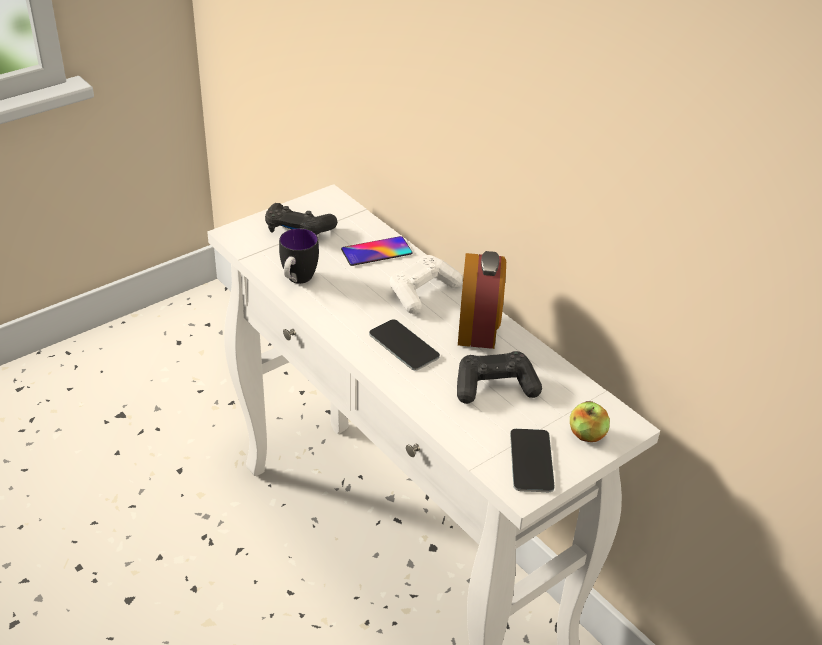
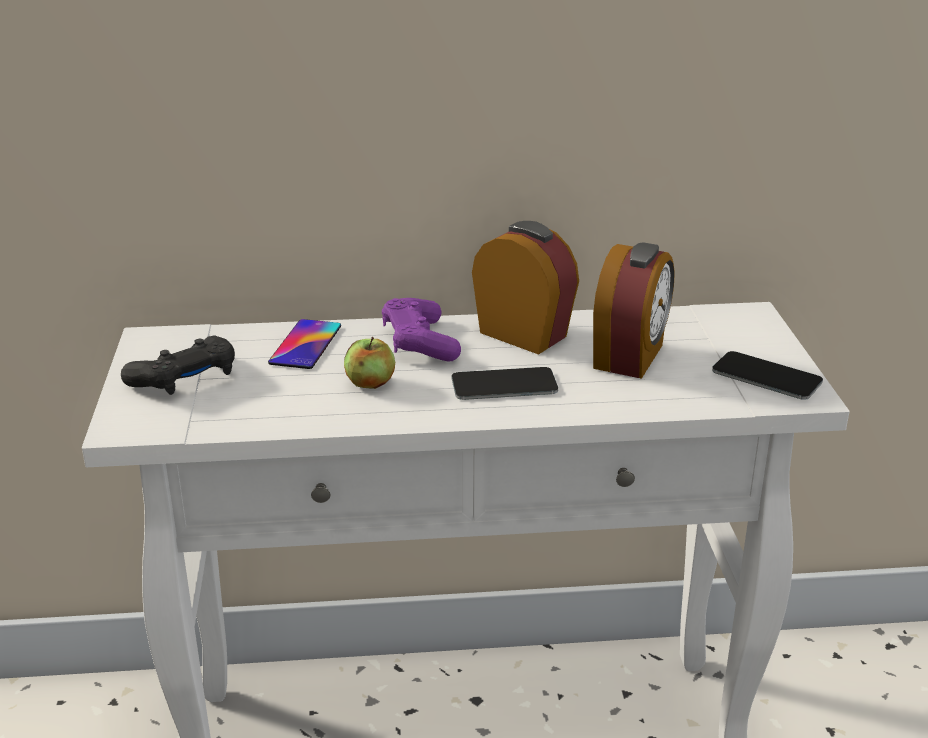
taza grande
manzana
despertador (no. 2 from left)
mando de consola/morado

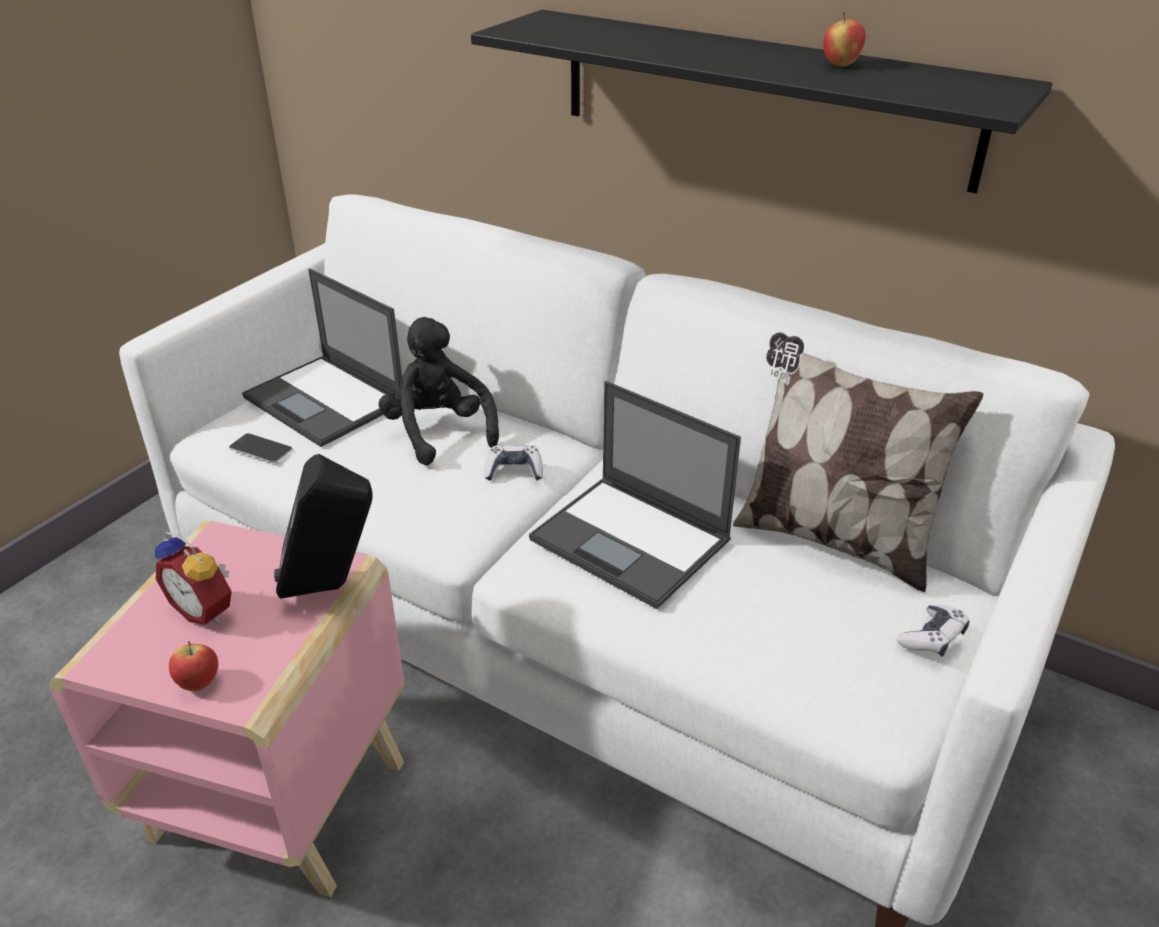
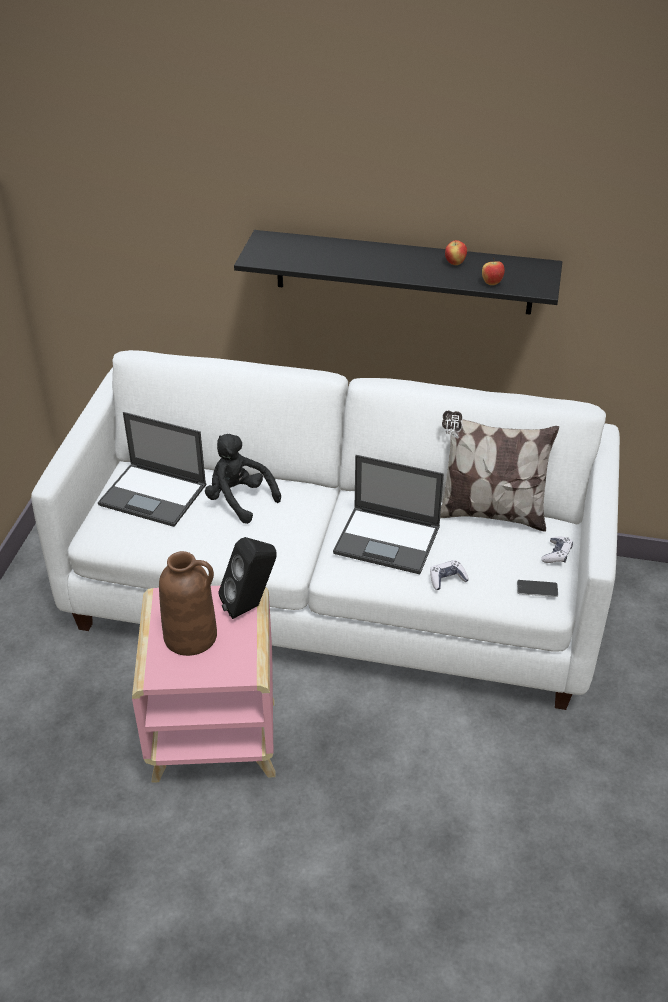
manzana (no. 2 from left)
móvil
mando de consola (no. 1 from left)
florero/marrón

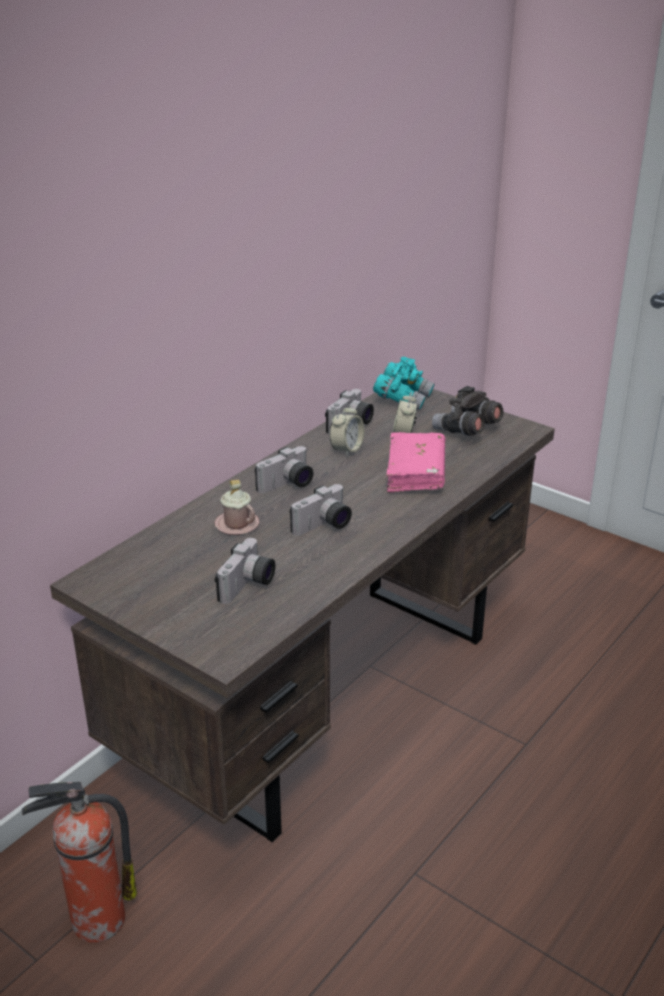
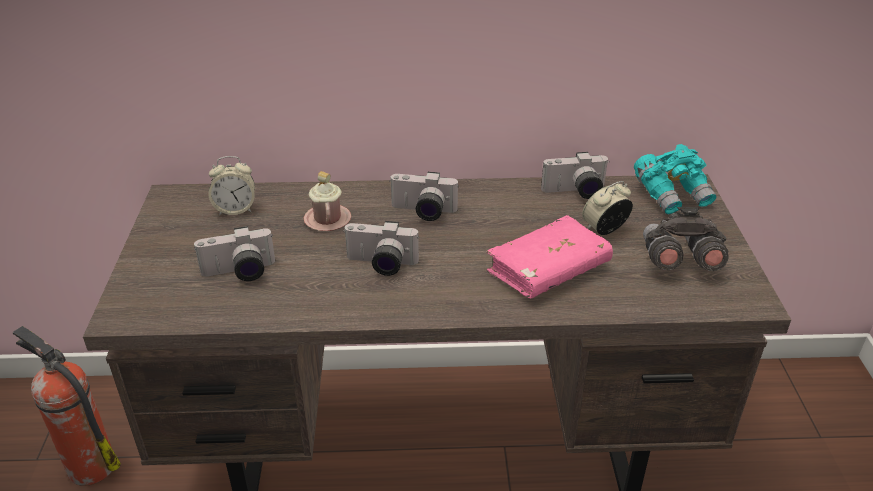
despertador (no. 1 from left)

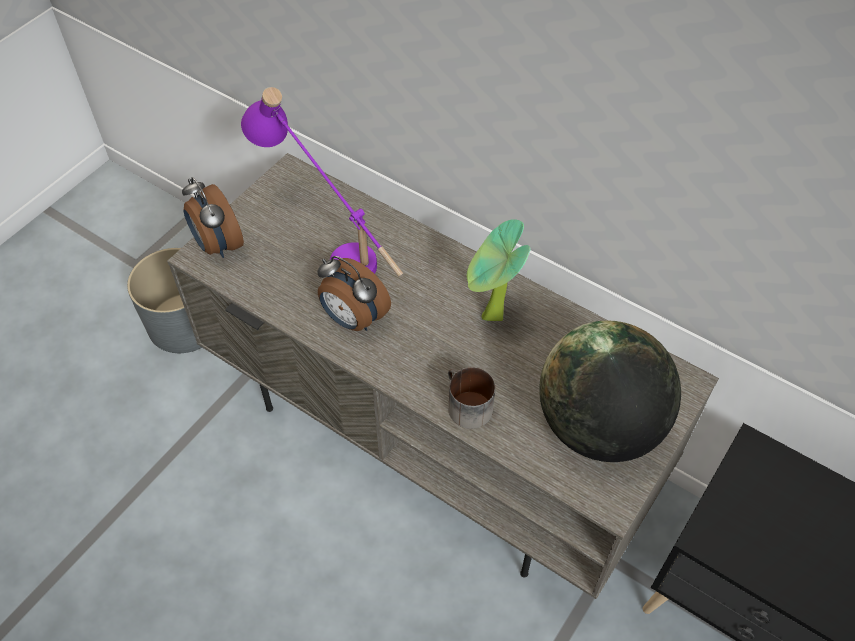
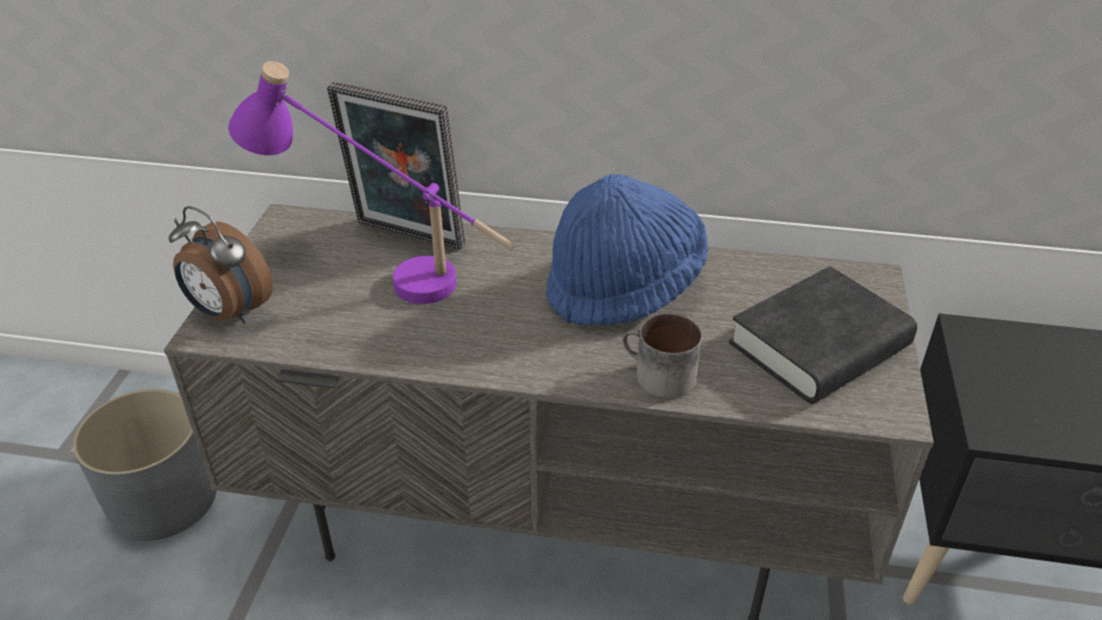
despertador (no. 2 from left in the first image)
portarretratos
sombrero/azul
libro/negro

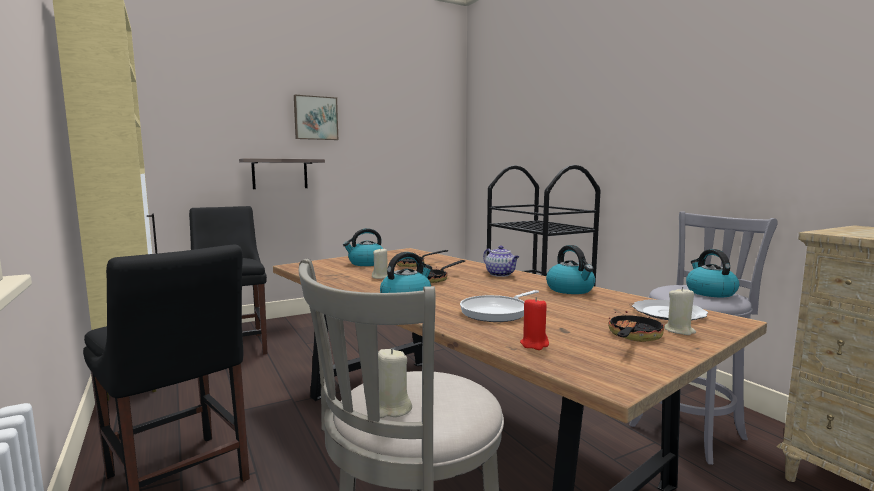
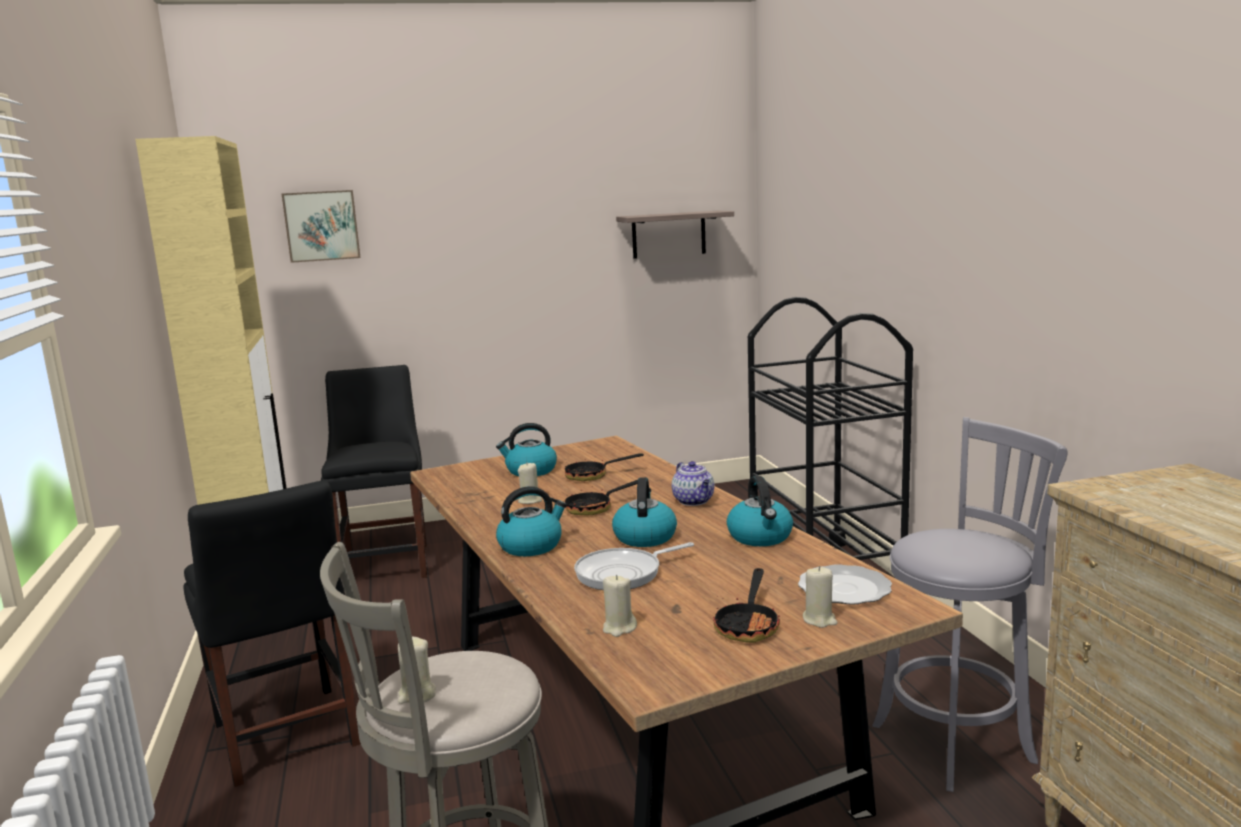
estante
cuadro
hervidor (no. 3 from left)
vela/beis (no. 3 from left)
sartén (no. 4 from left)

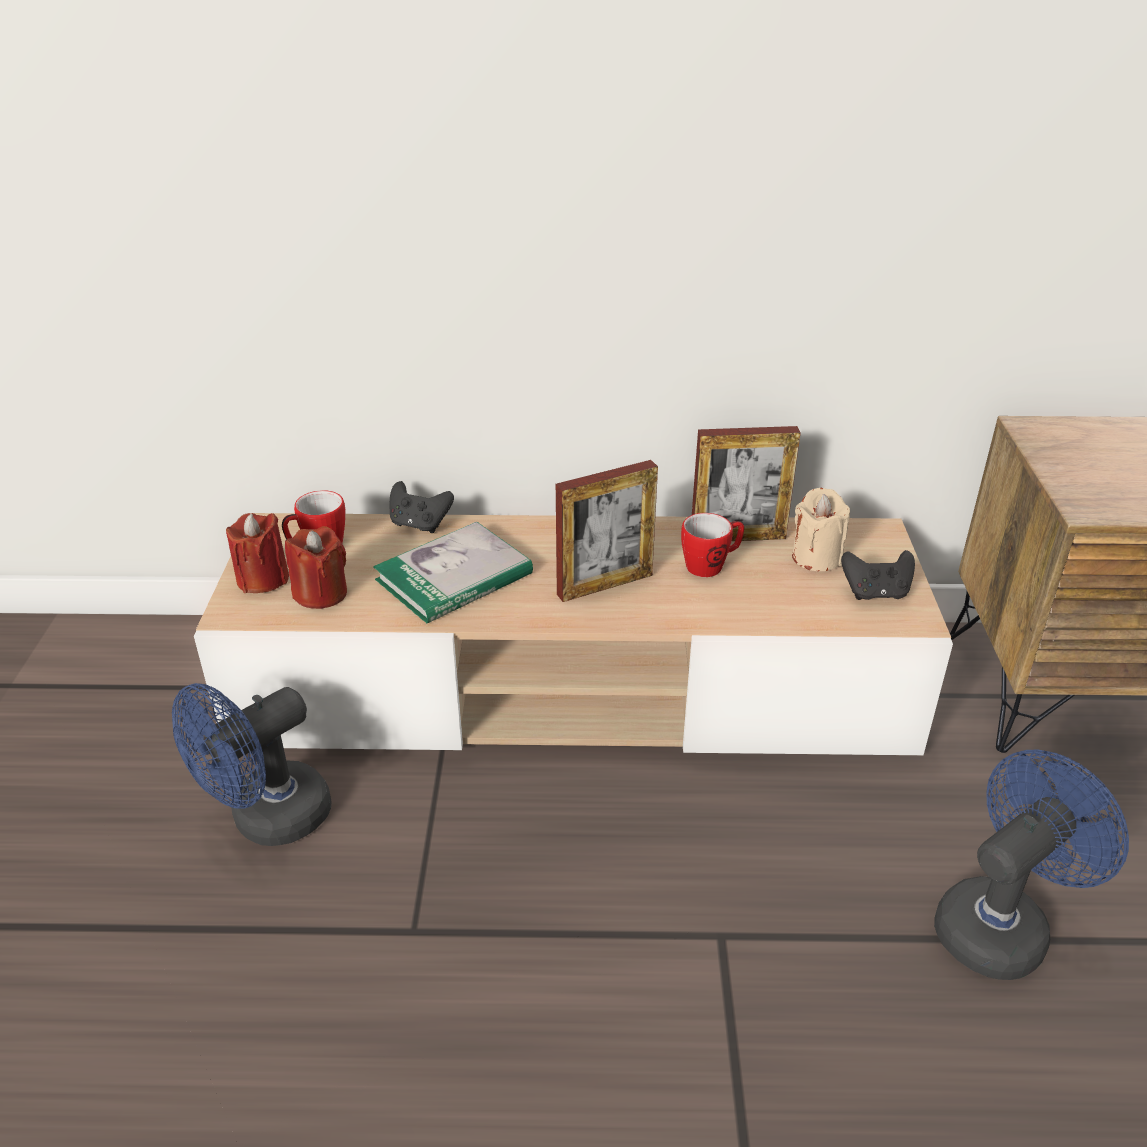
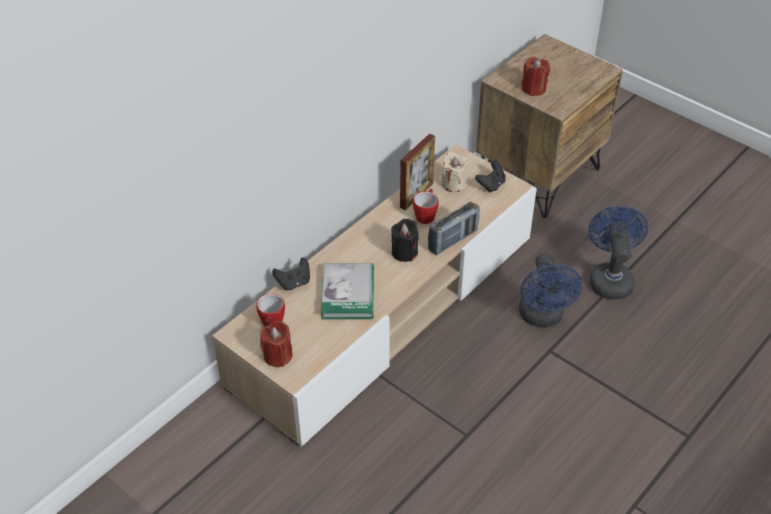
radio
ventilador/azul (no. 1 from left)
vela/rojo (no. 2 from left)
vela/negro

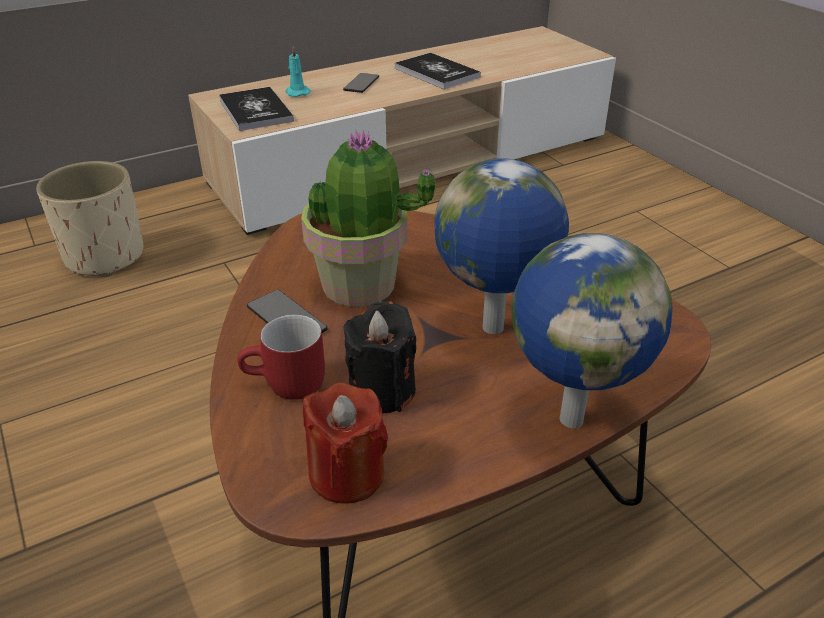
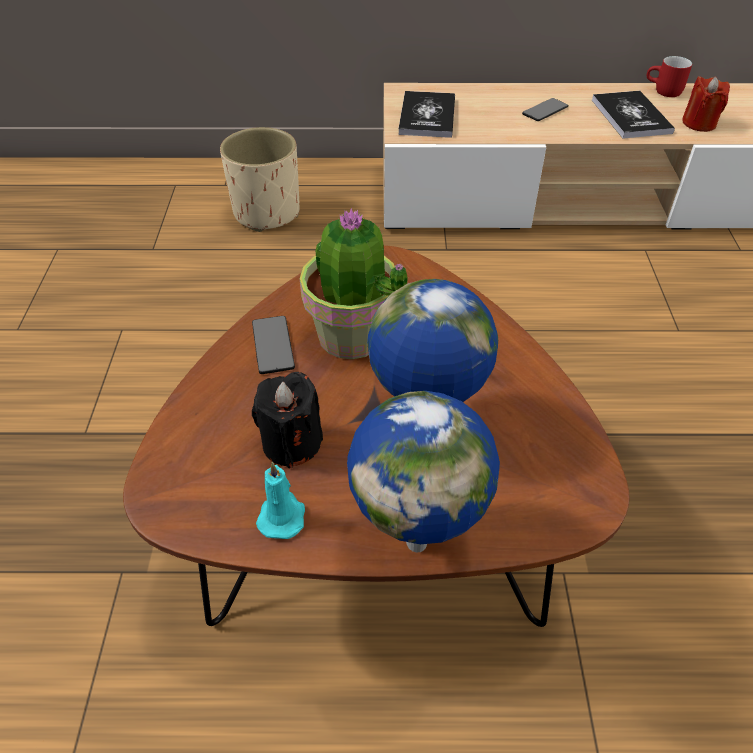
taza grande/rojo
vela/turquesa
vela/rojo

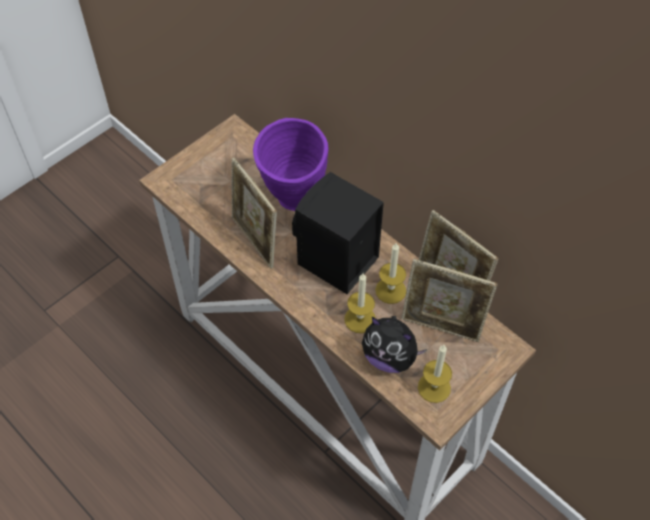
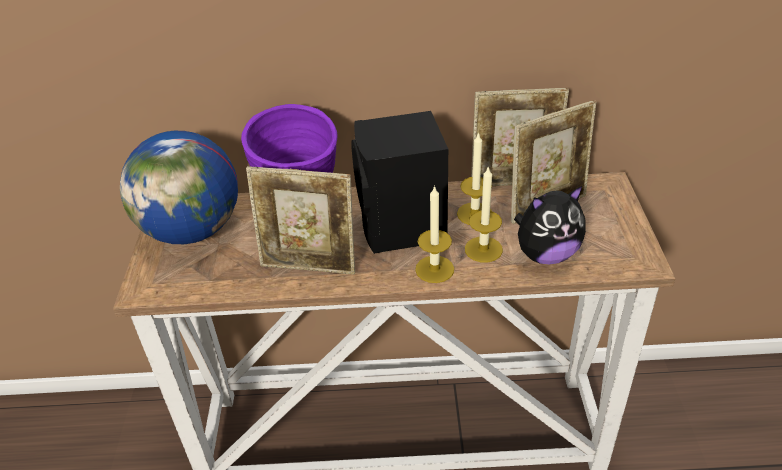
globo terráqueo
vela (no. 1 from left)

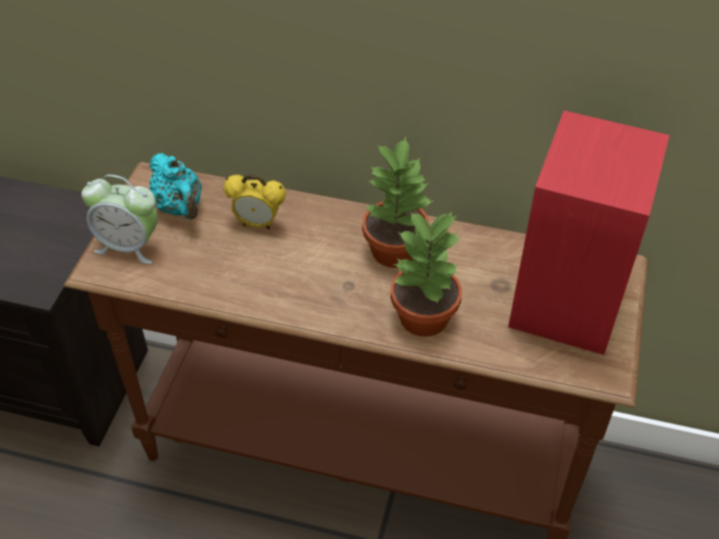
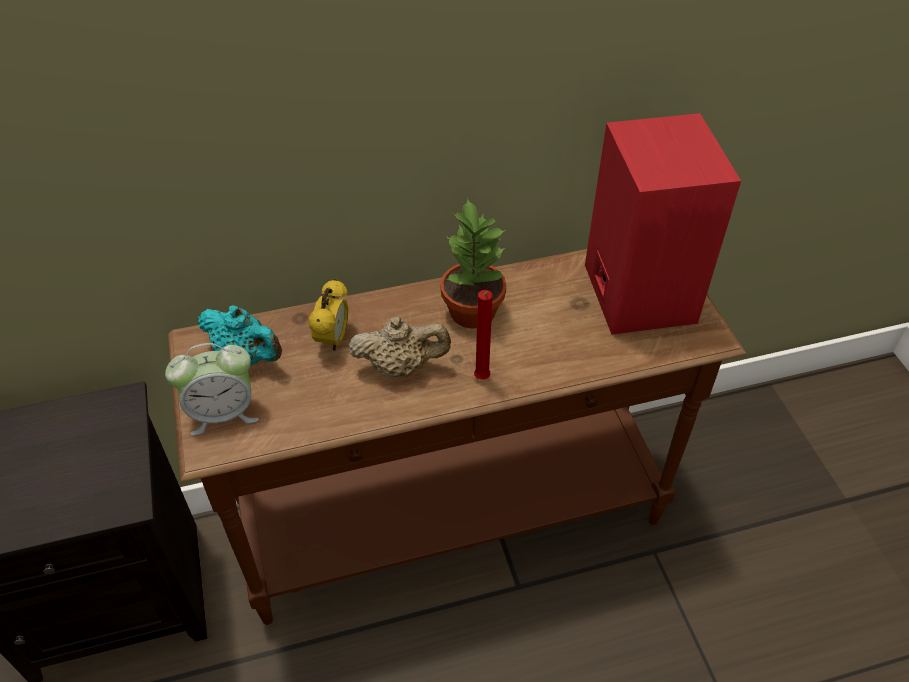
planta en maceta (no. 2 from left in the first image)
tetera/beis
vela/rojo
despertador (no. 2 from left)

